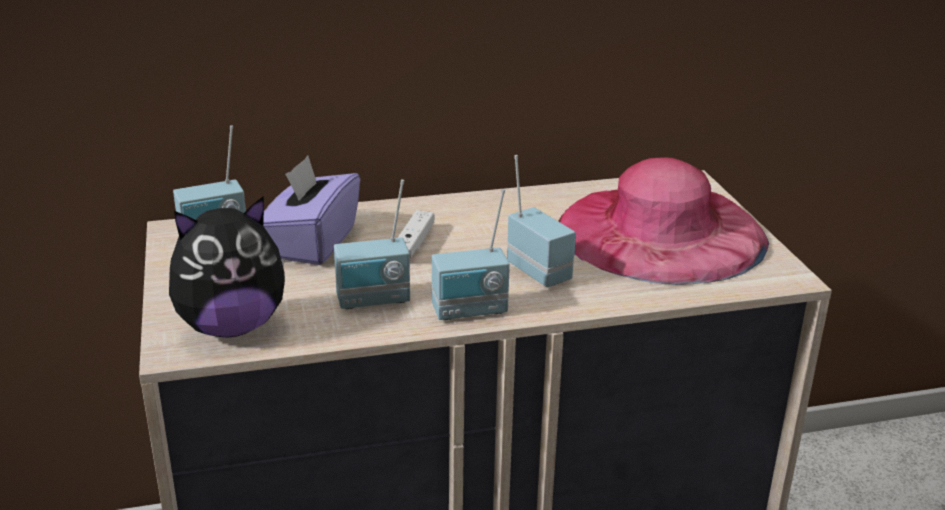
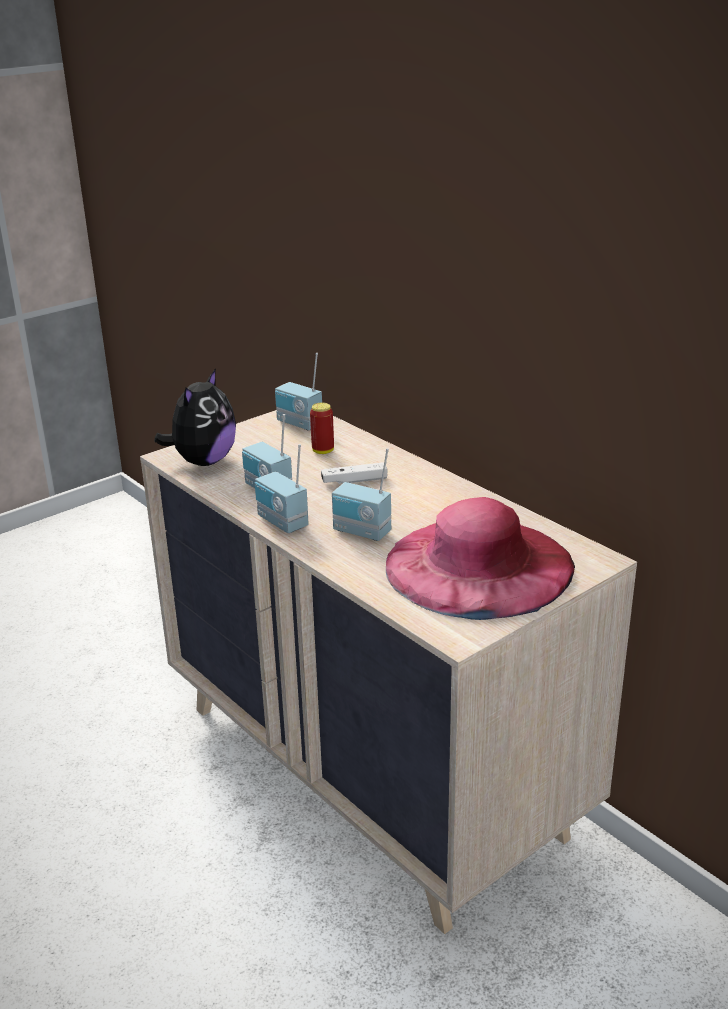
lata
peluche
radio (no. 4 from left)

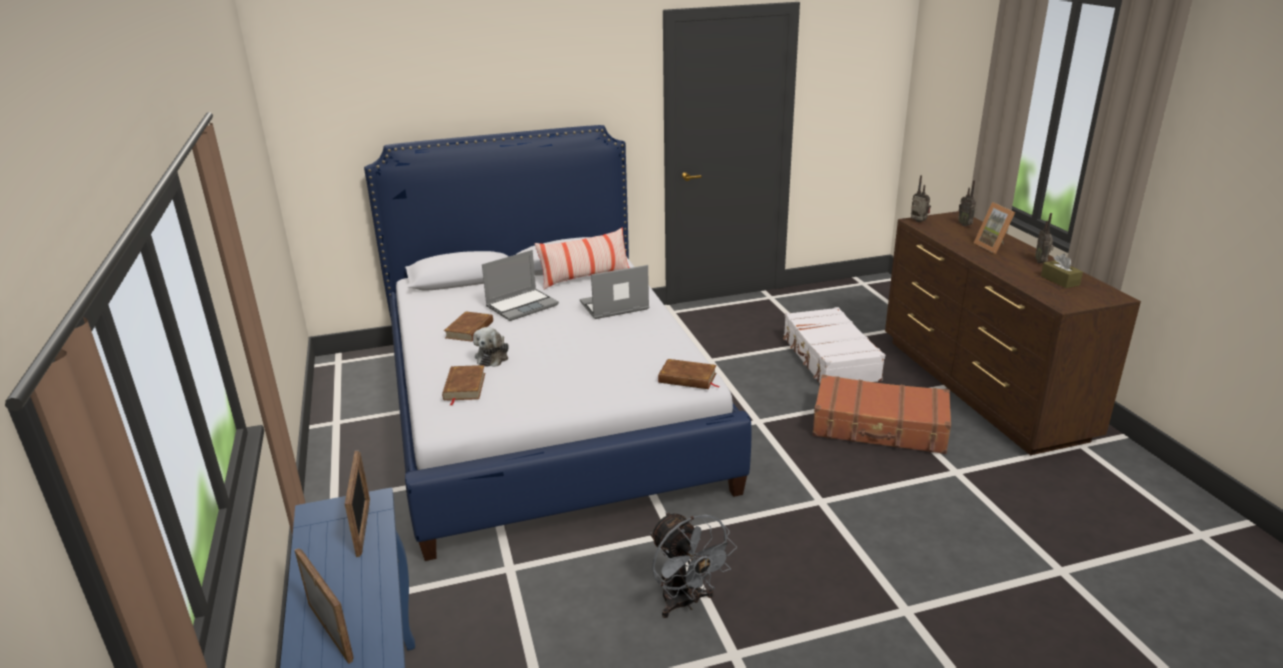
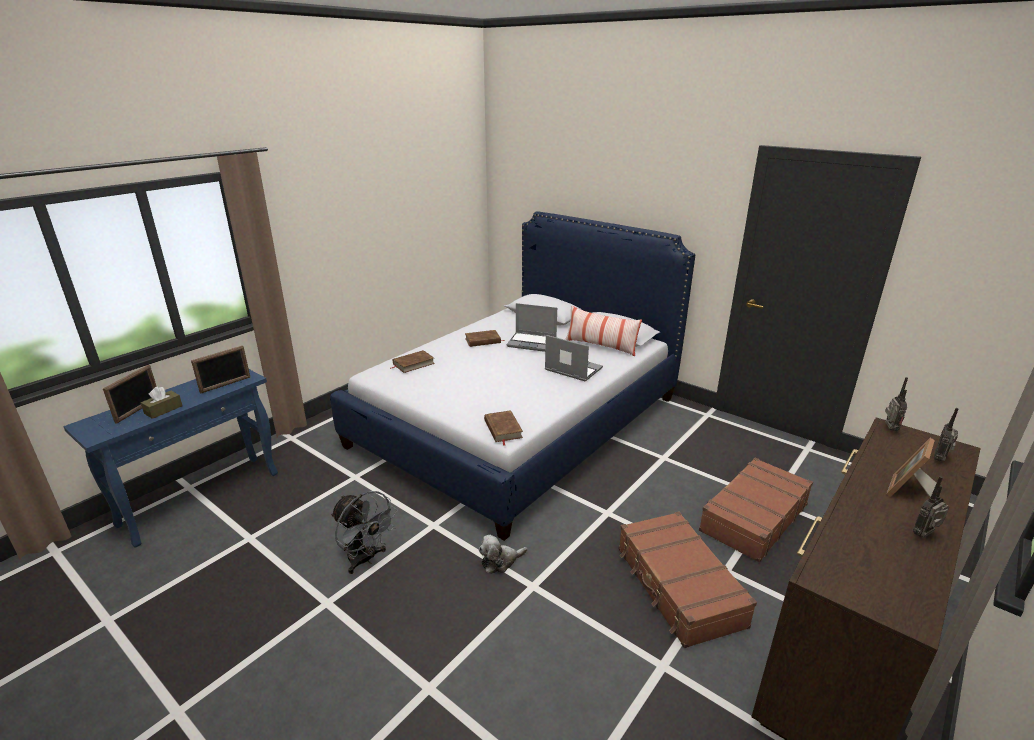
peluche
caja de pañuelos/marrón
maleta/marrón (no. 2 from left)
ventilador/gris

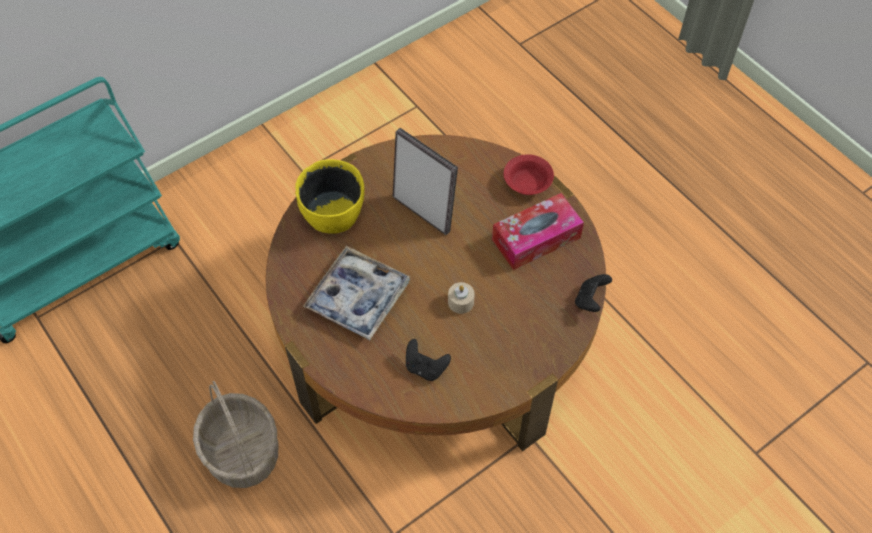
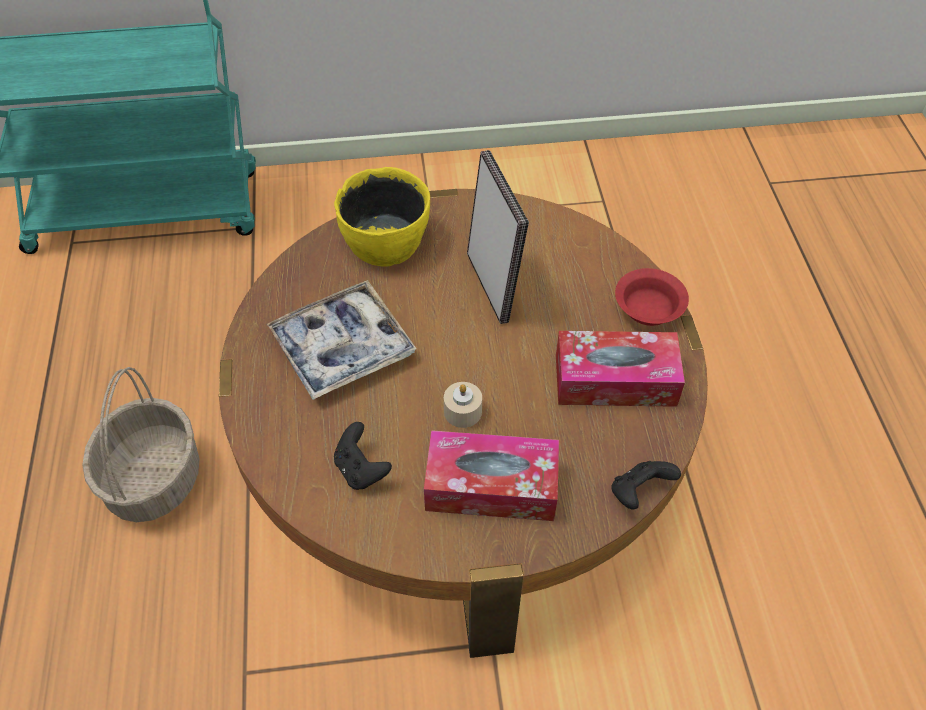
caja de pañuelos (no. 1 from left)

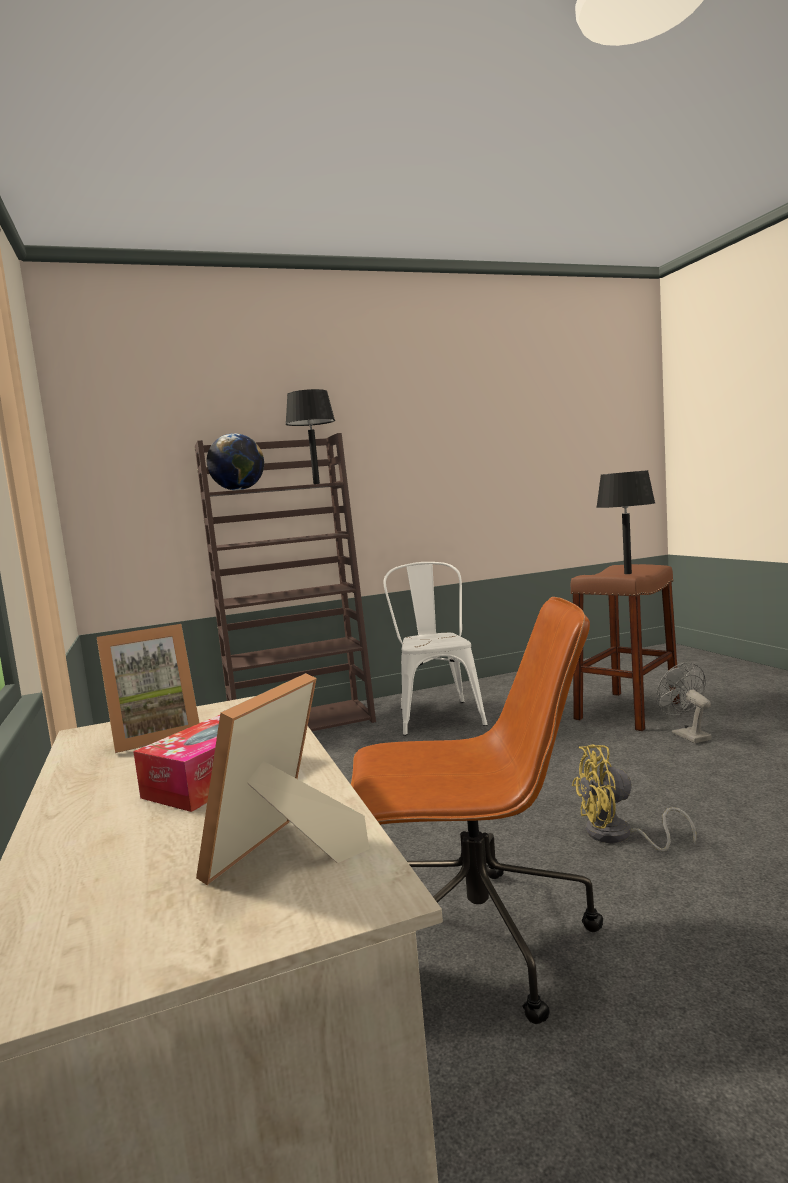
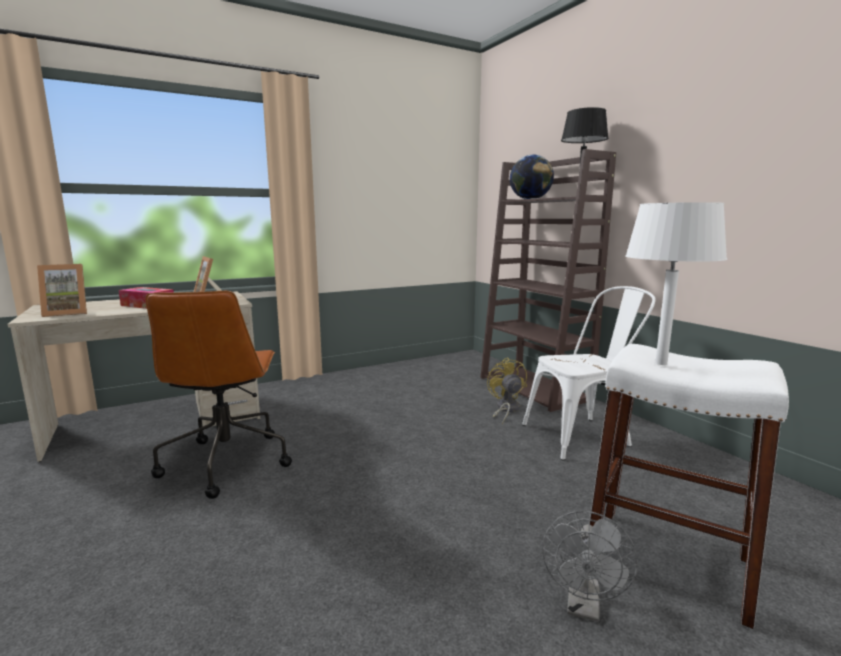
ventilador/amarillo
taburete/blanco
lámpara de mesa/blanco
portarretratos (no. 1 from left)
ventilador/gris

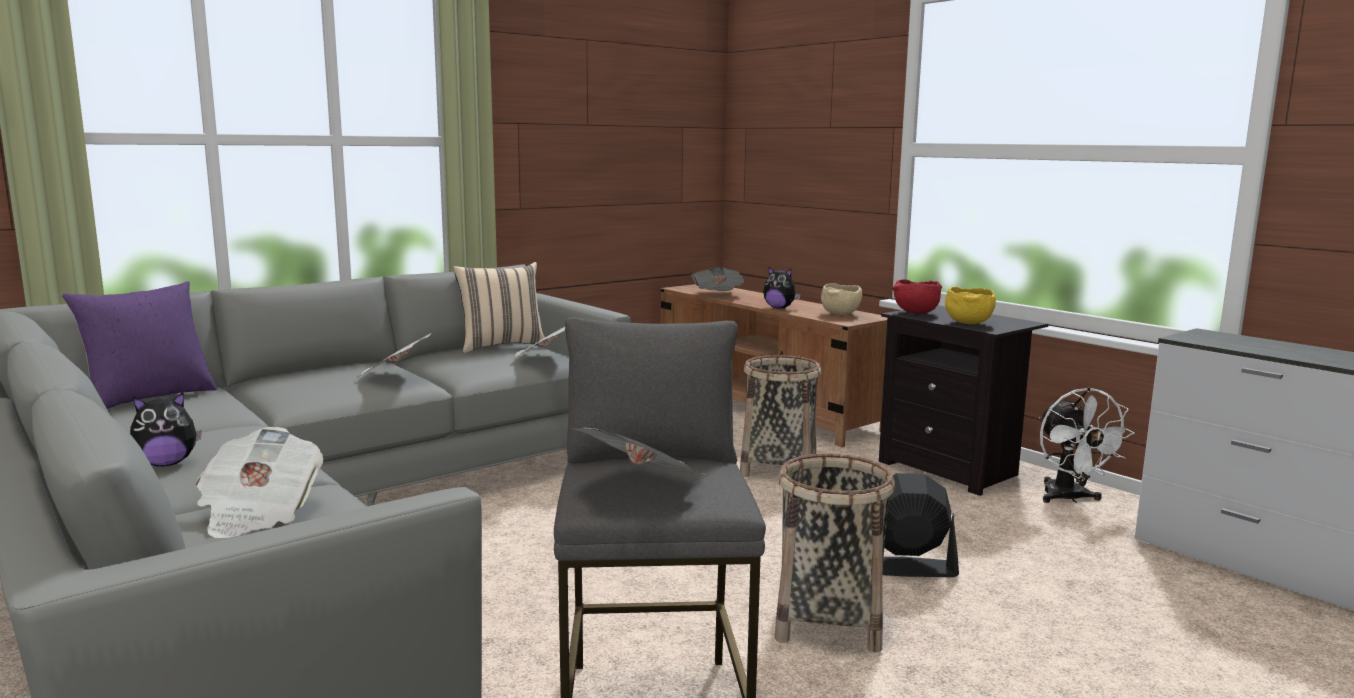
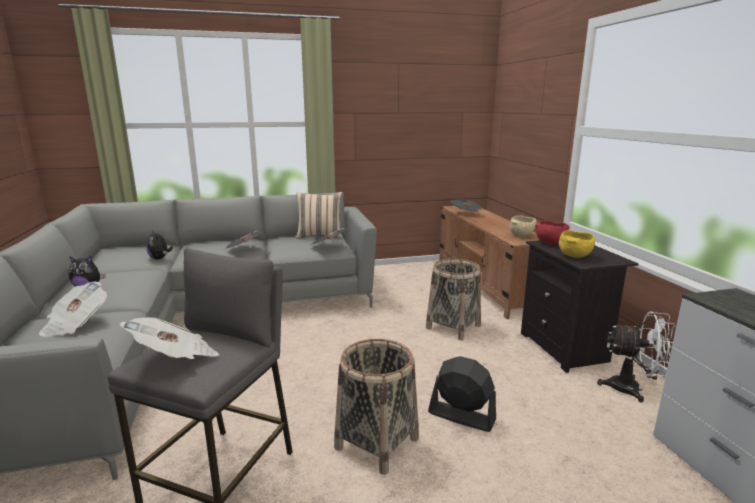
cojín/morado
peluche (no. 2 from left)
ventilador/blanco

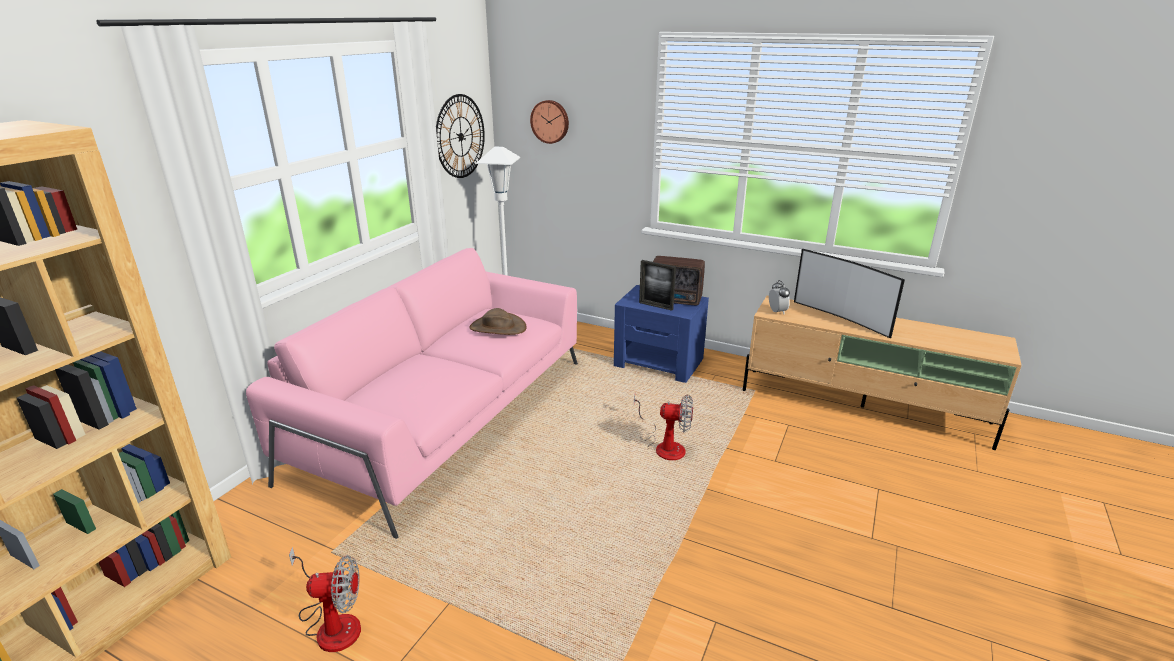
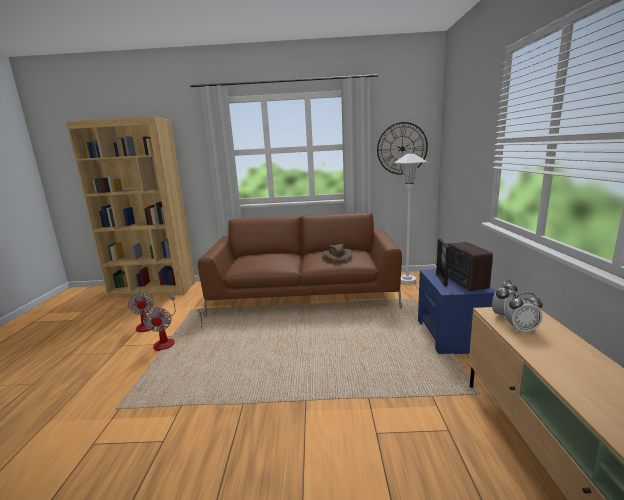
reloj de pared (no. 2 from left in the first image)
televisor
despertador (no. 2 from left)
ventilador (no. 2 from left)
sofá/marrón

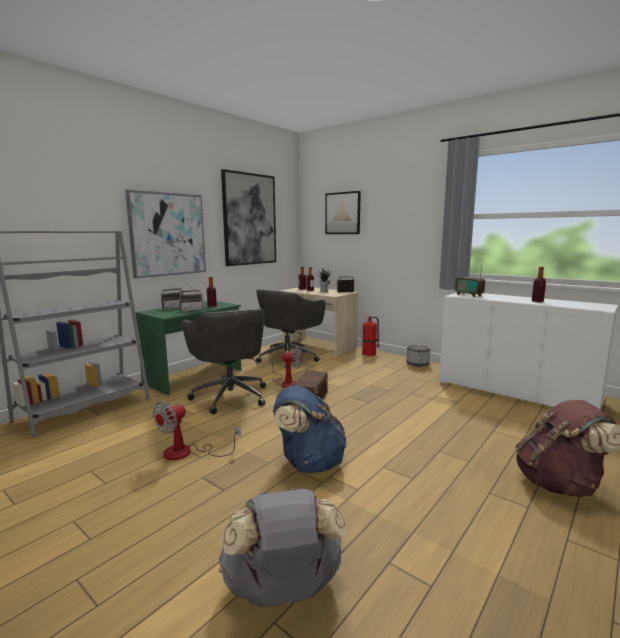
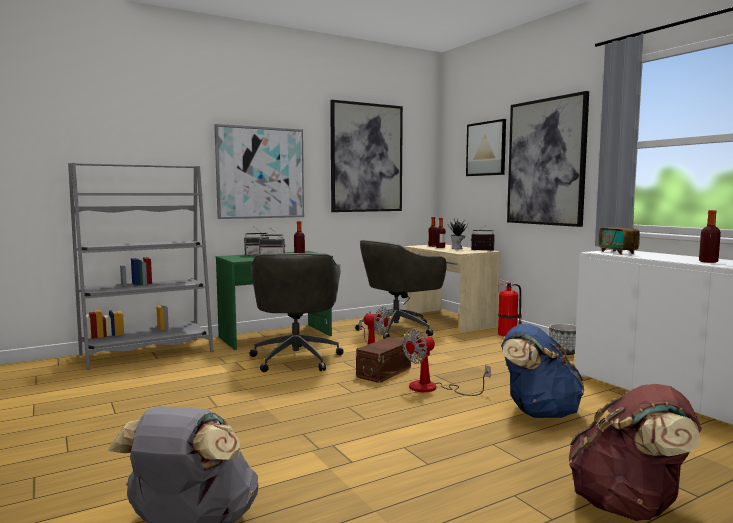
cuadro (no. 4 from left)
ventilador (no. 2 from left)
mochila/azul

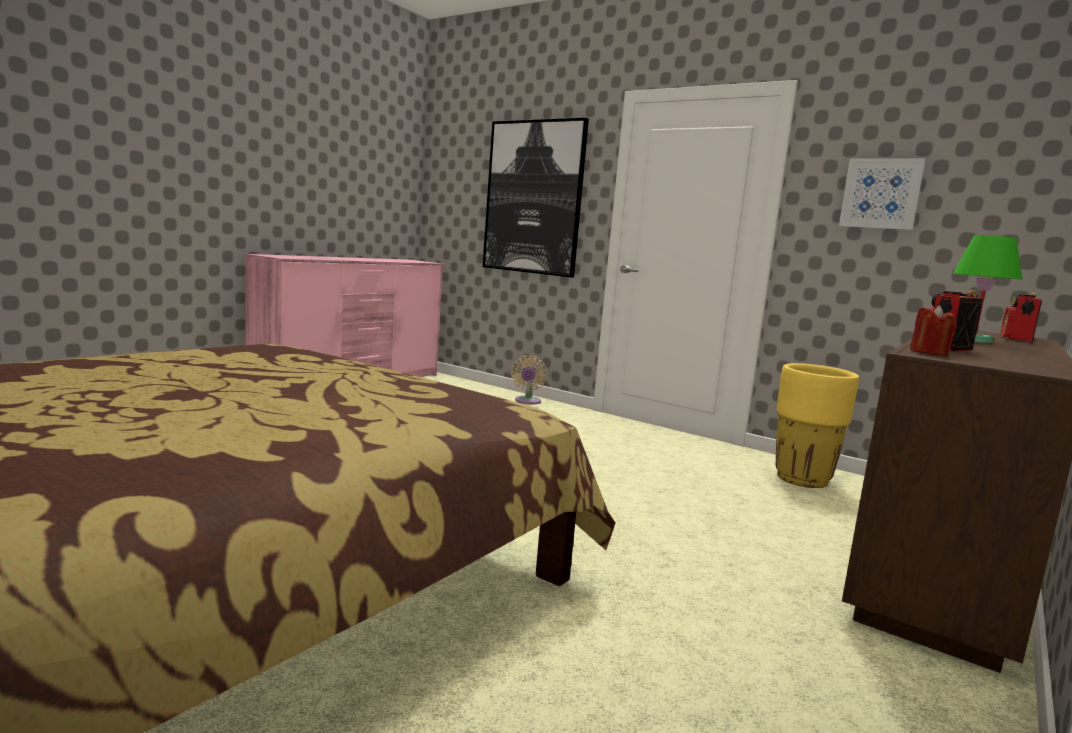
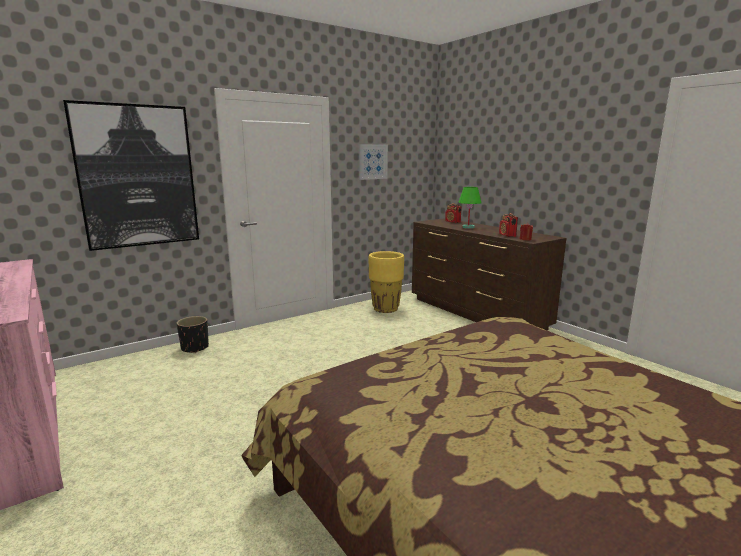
maceta/negro

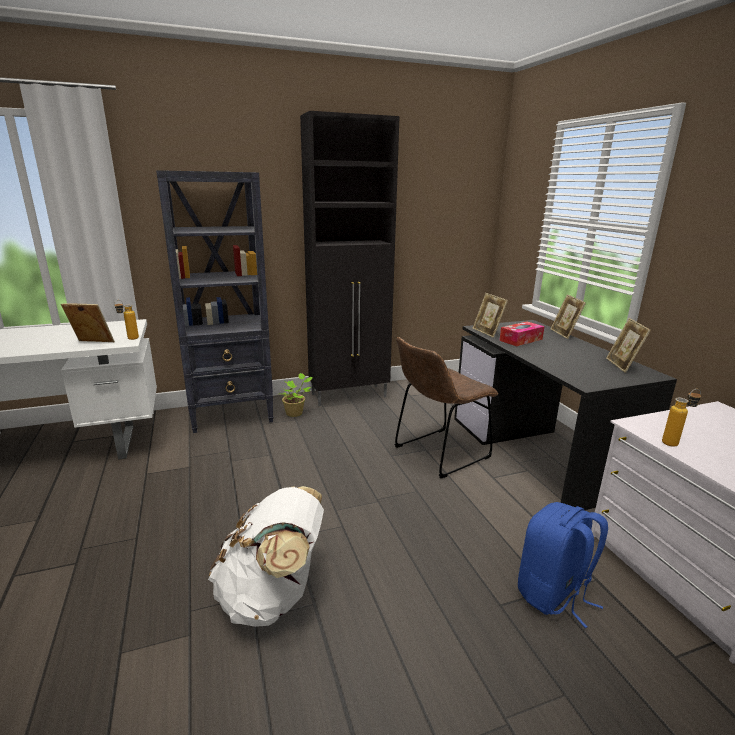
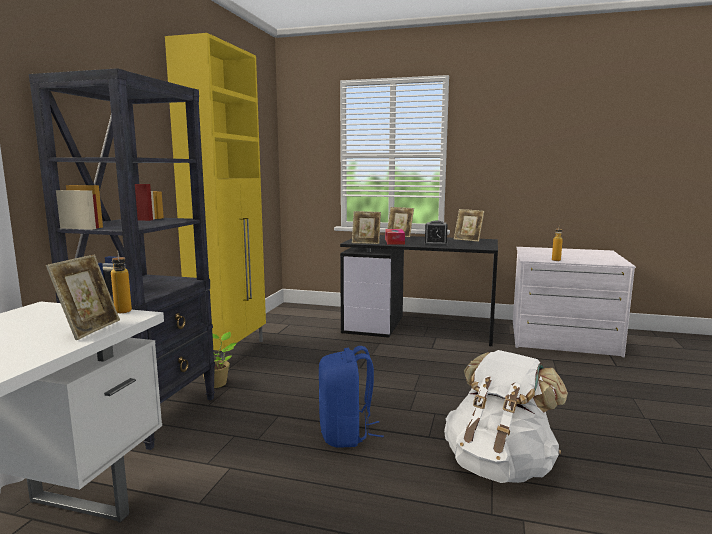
silla/marrón
despertador
mochila/azul
armario/amarillo
portarretratos (no. 1 from left)

